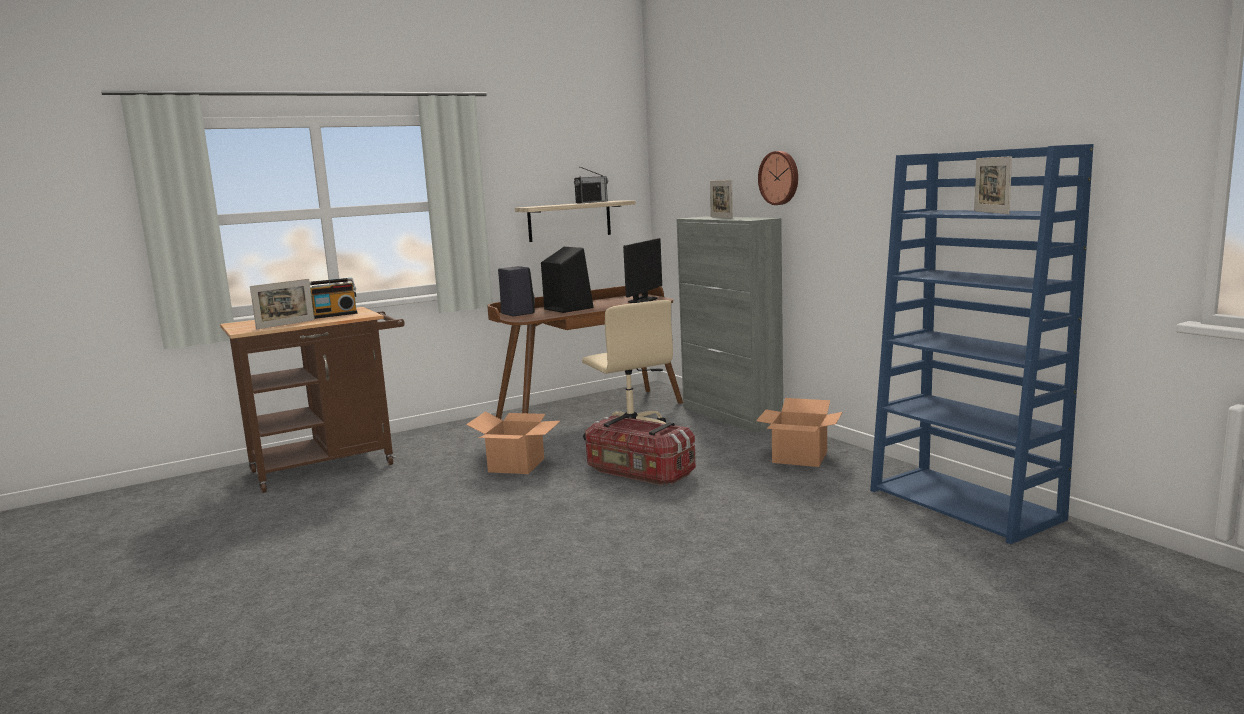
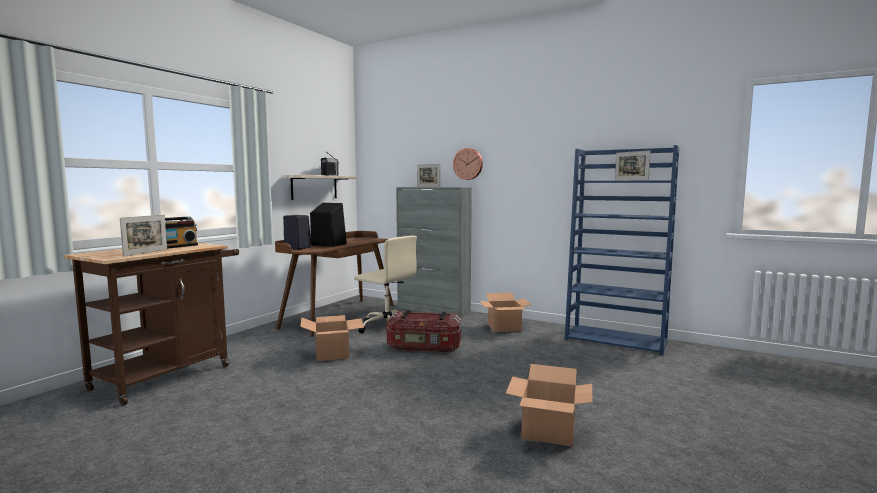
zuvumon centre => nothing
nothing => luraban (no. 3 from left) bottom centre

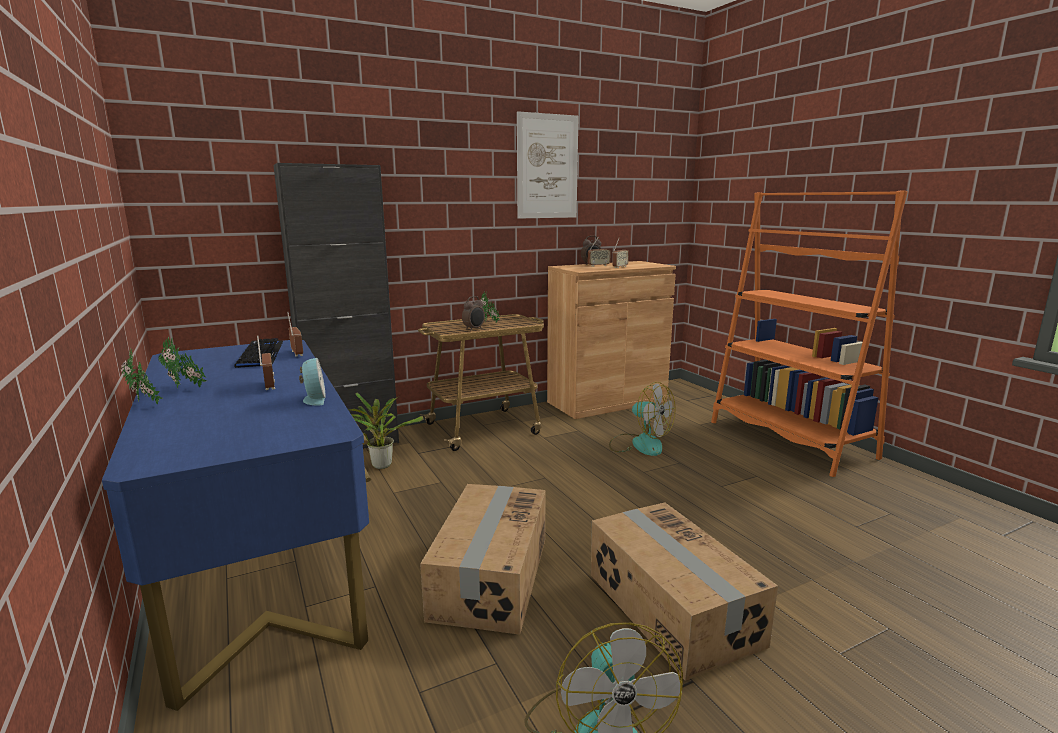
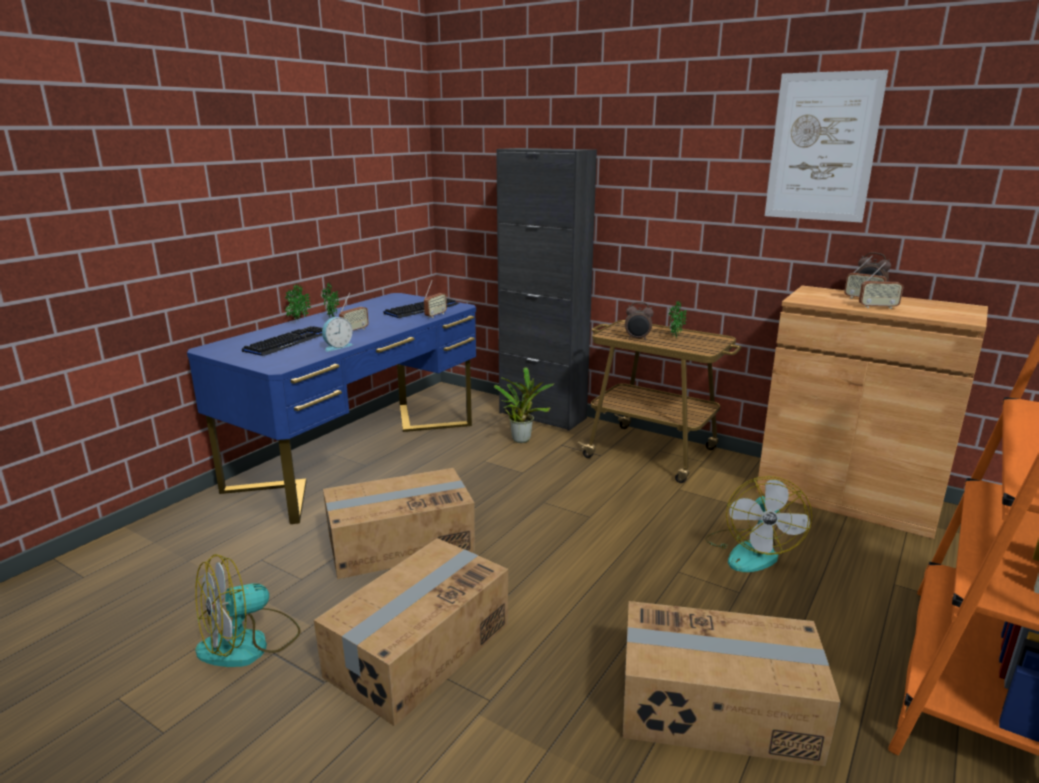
nothing => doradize (no. 1 from left) middle left
nothing => luraban (no. 3 from left) bottom right

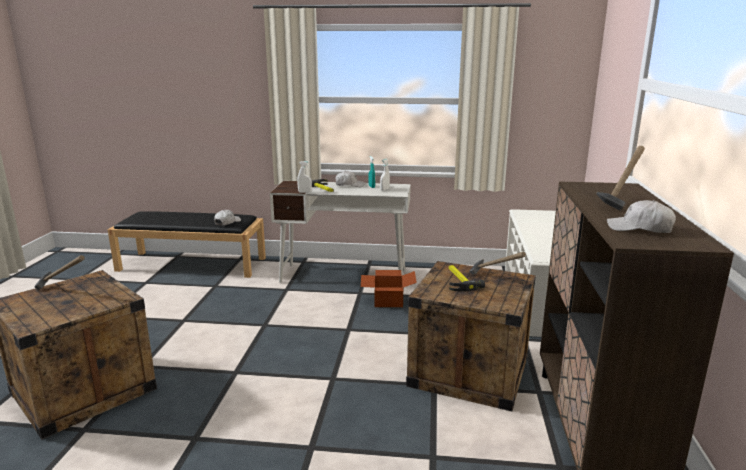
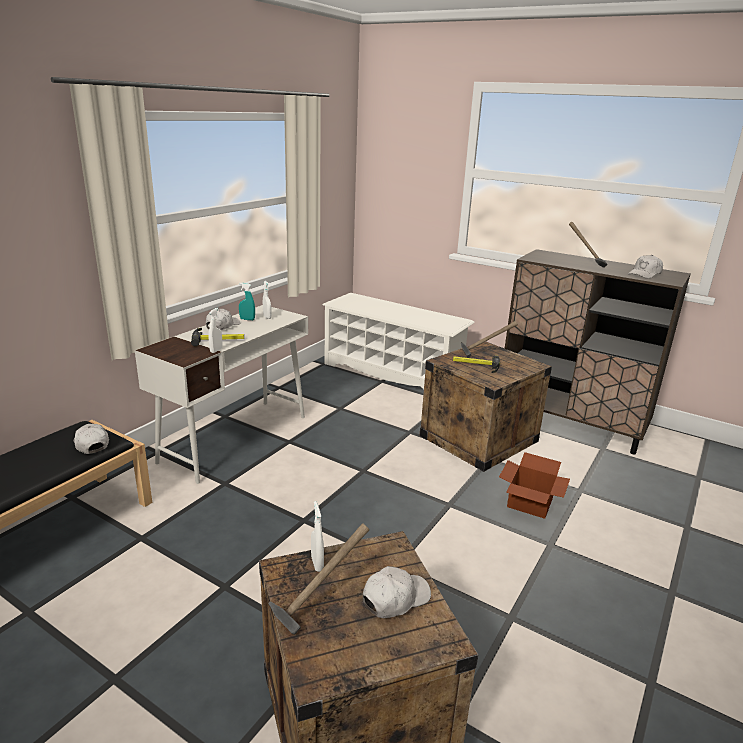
luraban centre => luraban middle right, relocated
nothing => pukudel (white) (no. 3 from left) bottom centre
nothing => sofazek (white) (no. 3 from left) bottom centre

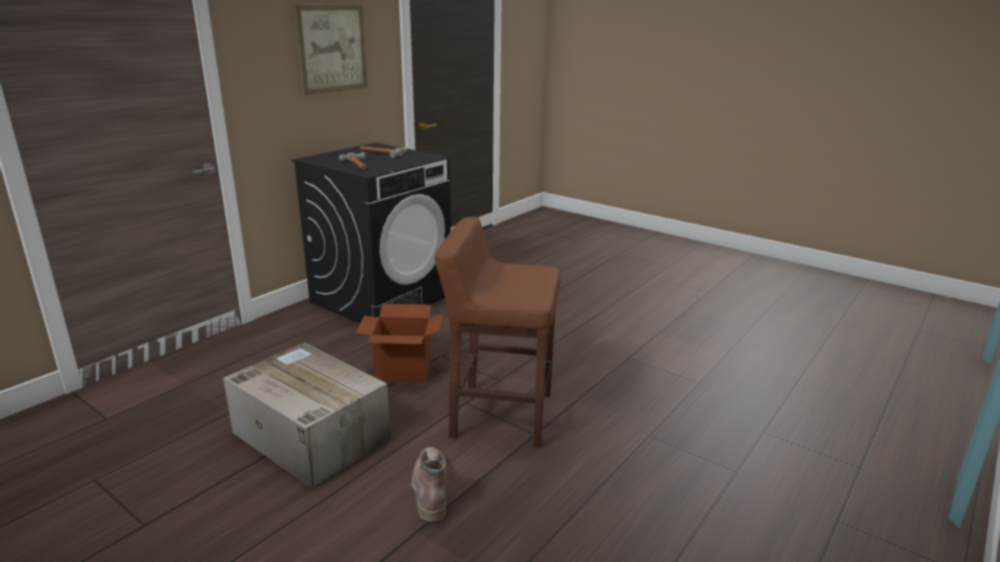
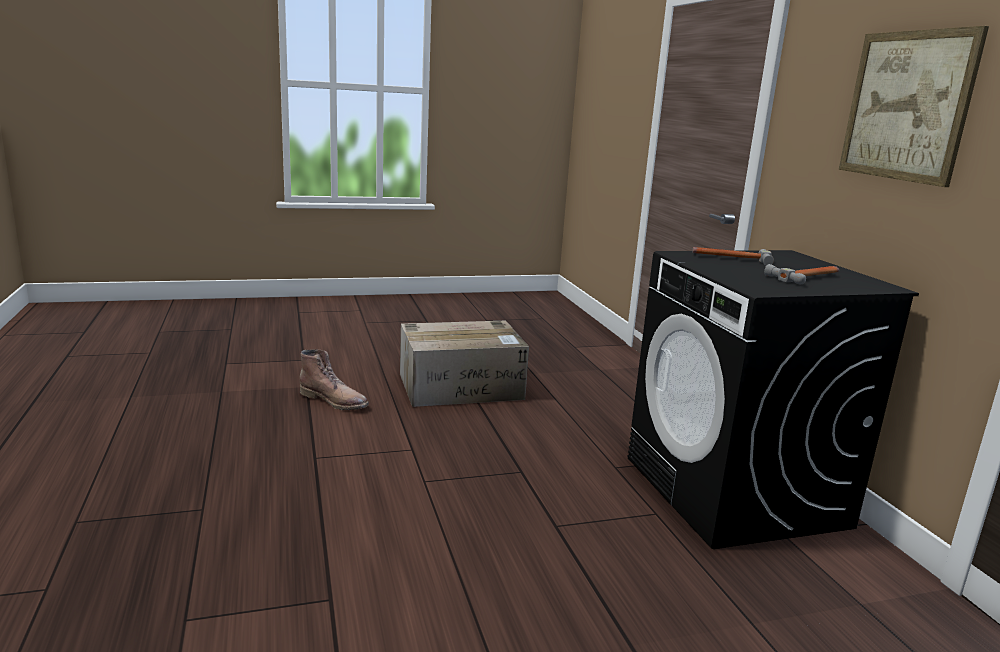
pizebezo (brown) centre => nothing
luraban (no. 2 from left) centre => nothing

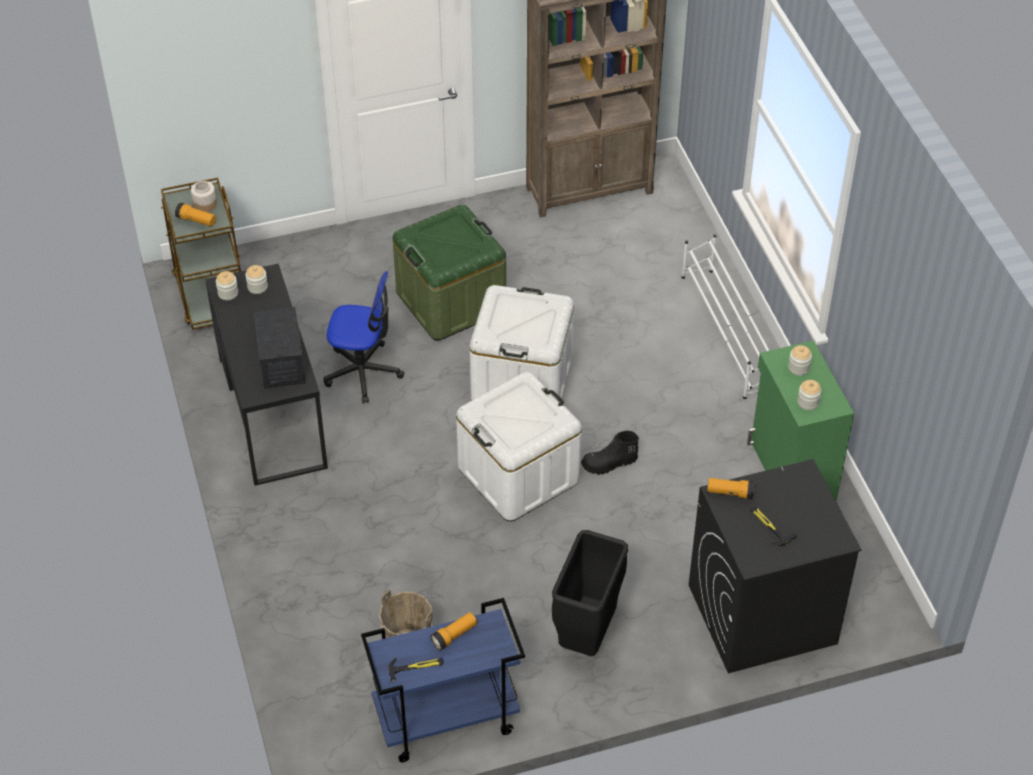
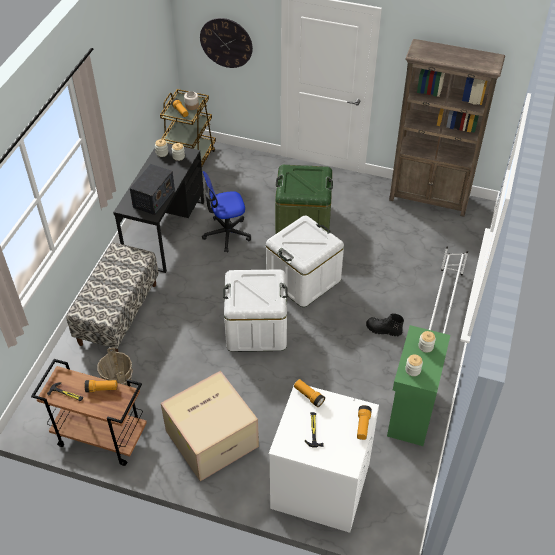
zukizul centre, 120 degrees clockwise
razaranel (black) centre => razaranel (black) middle right, relocated
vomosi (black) bottom right => vomosi (white) bottom centre
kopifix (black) bottom centre => luraban bottom centre
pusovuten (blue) bottom centre => pusovuten (brown) (no. 1 from left) bottom left
nothing => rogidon top centre
nothing => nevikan middle left
nothing => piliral (no. 4 from left) bottom centre

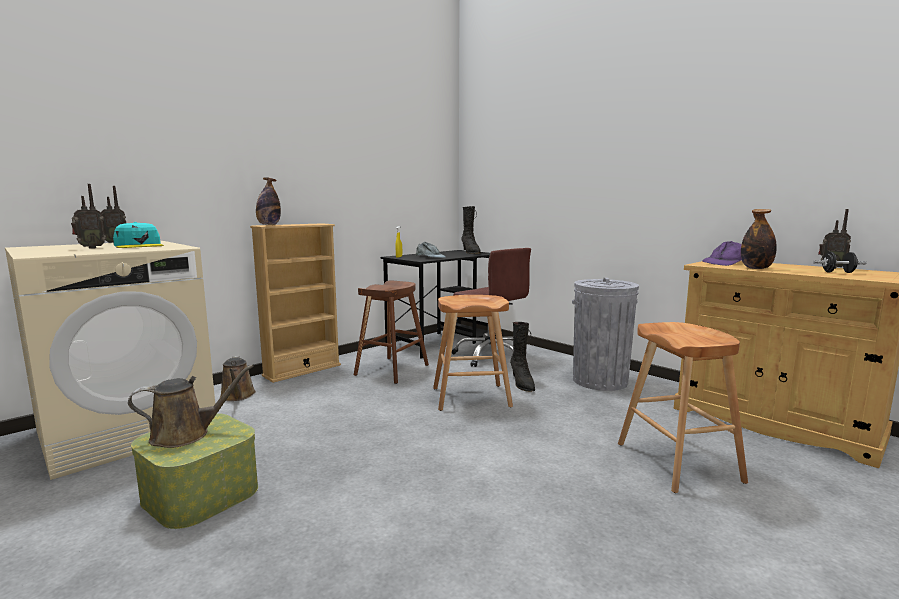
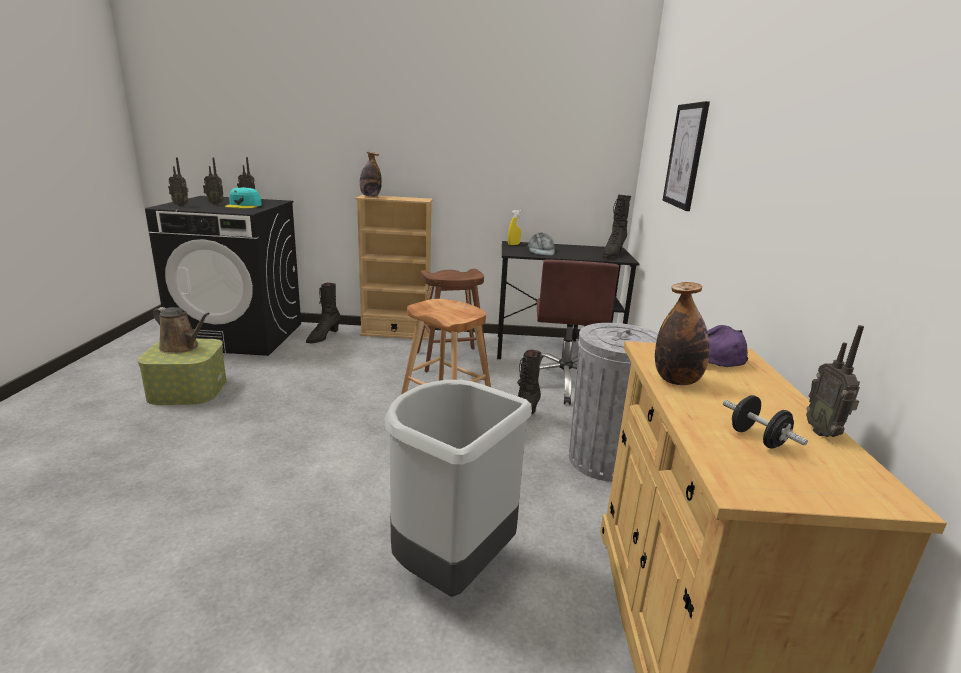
vomosi (beige) middle left => vomosi (black) middle left
pizebezo (brown) (no. 3 from left) bottom right => kopifix (grey) (no. 1 from left) bottom centre
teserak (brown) (no. 2 from left) middle left => razaranel (black) (no. 1 from left) centre
nothing => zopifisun top right
nothing => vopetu (no. 1 from left) top left

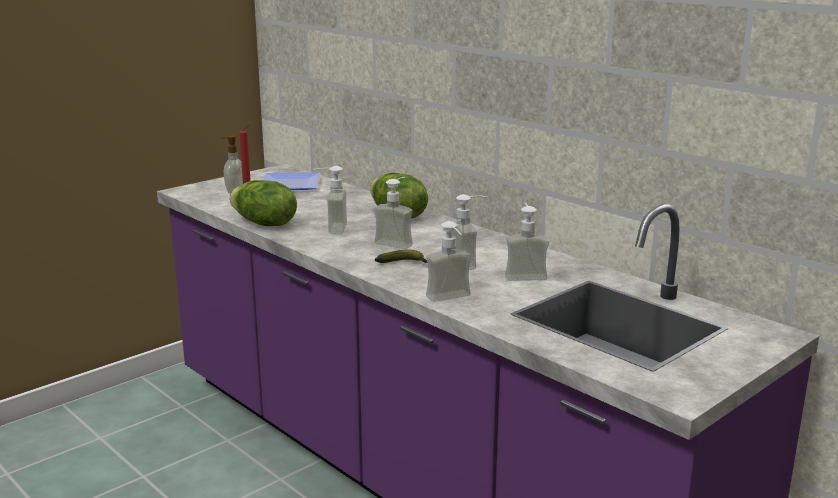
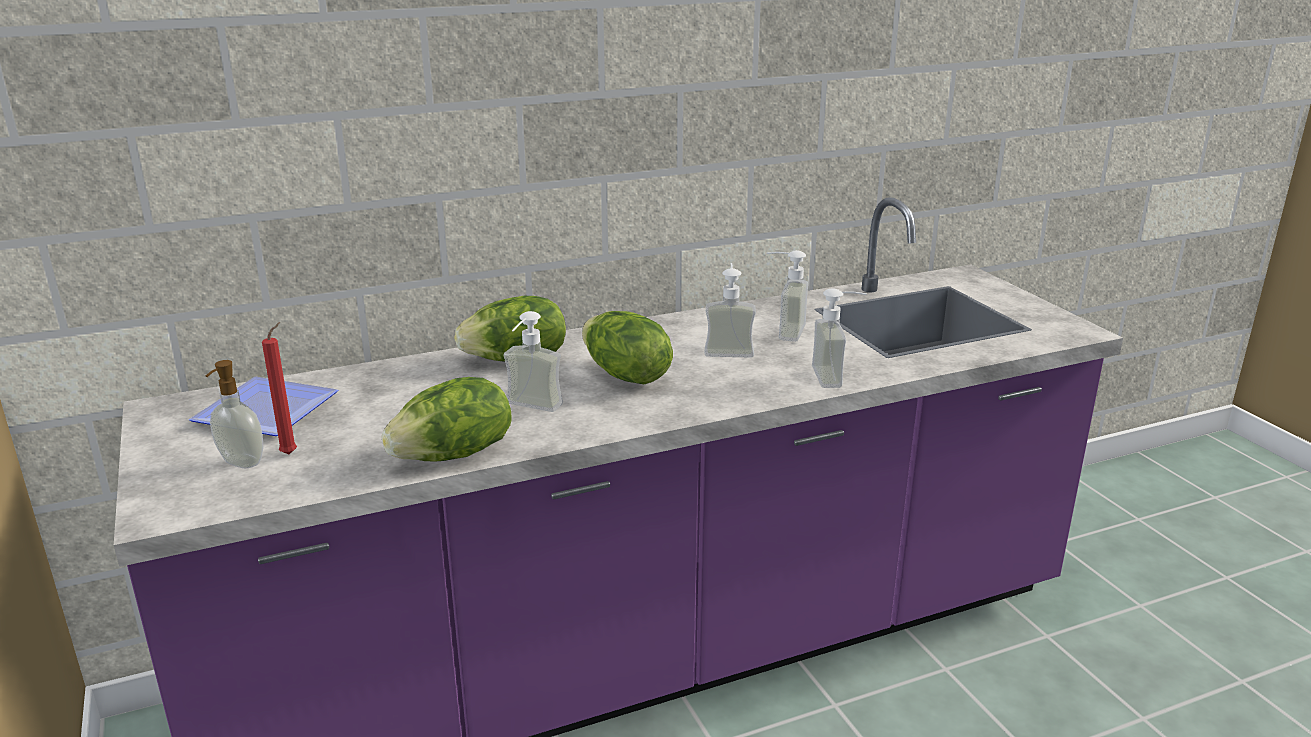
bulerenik (no. 3 from left) centre => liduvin (no. 3 from left) centre
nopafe centre => nothing

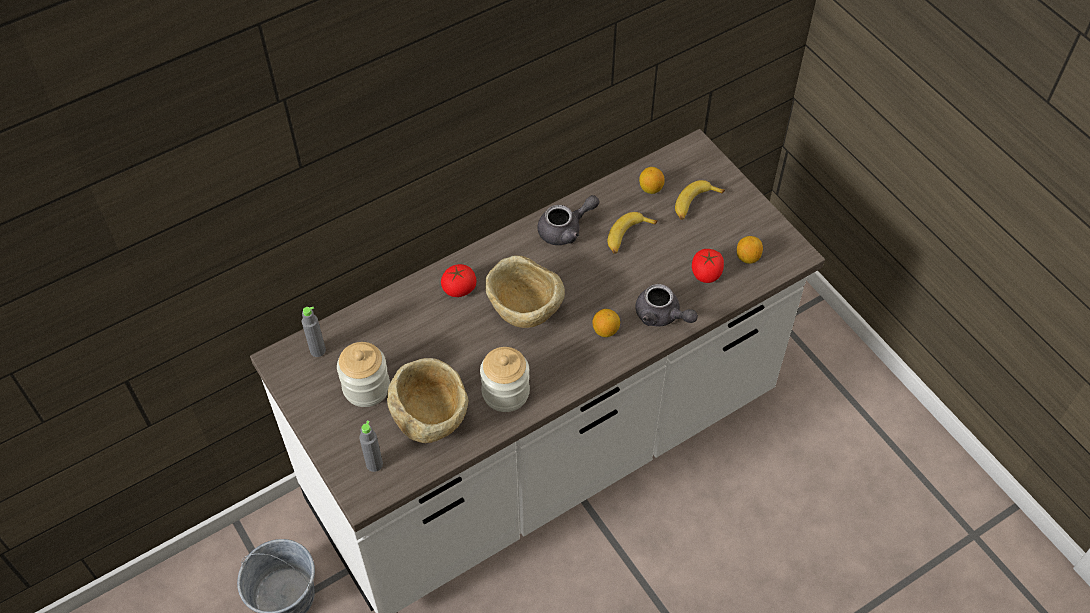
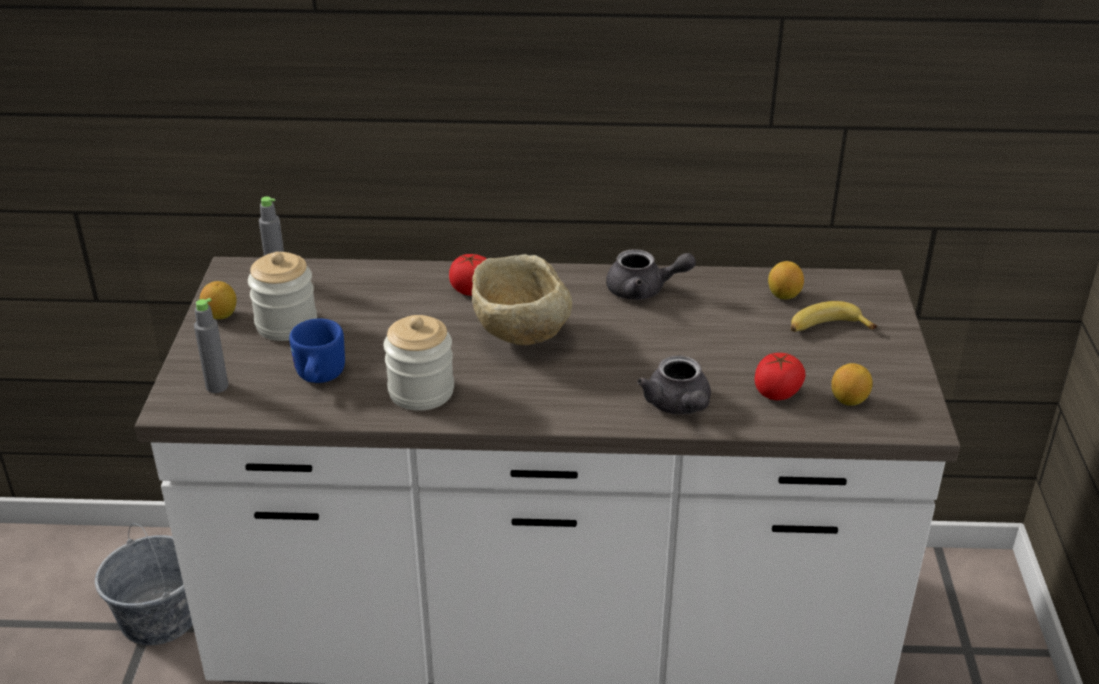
nopafe (no. 1 from left) centre => nothing
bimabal (no. 1 from left) centre => bimabal (no. 1 from left) middle left, relocated
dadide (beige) (no. 1 from left) centre => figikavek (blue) middle left

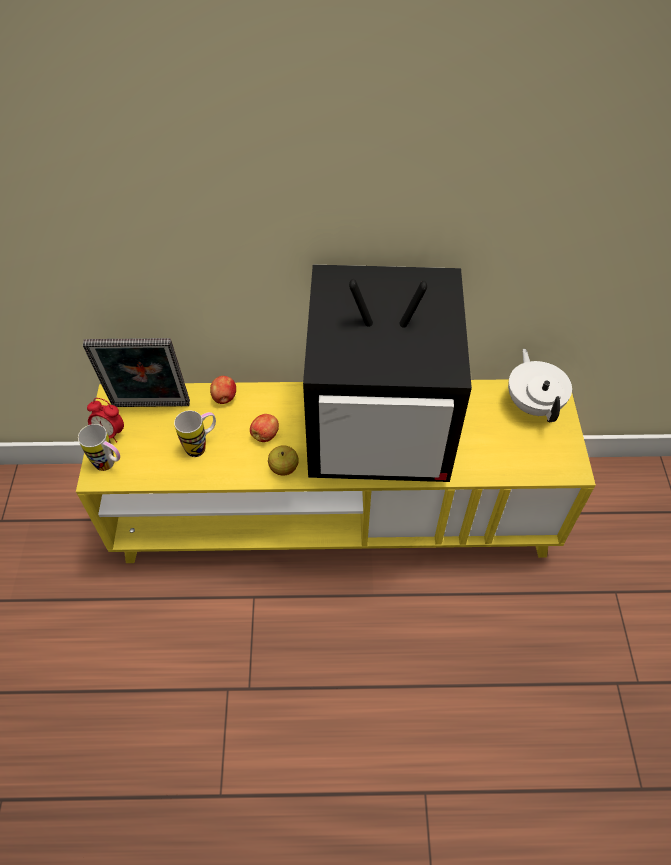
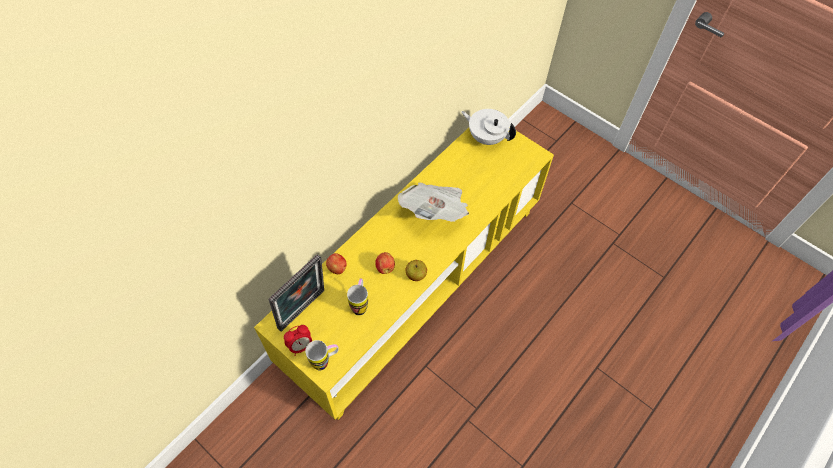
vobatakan centre => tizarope centre

